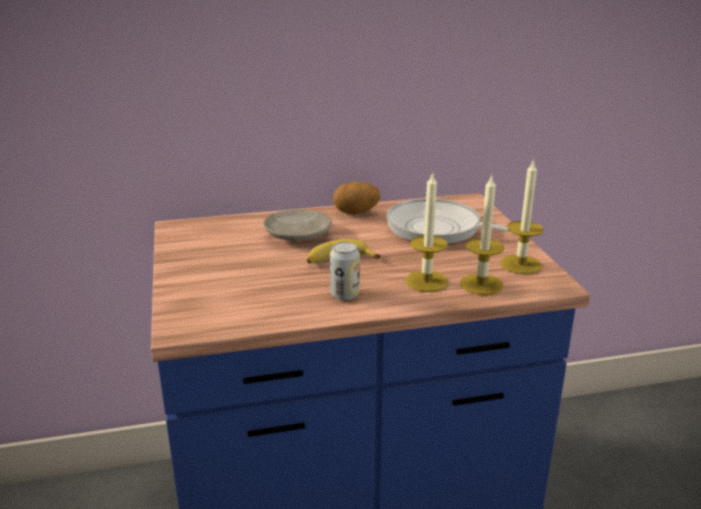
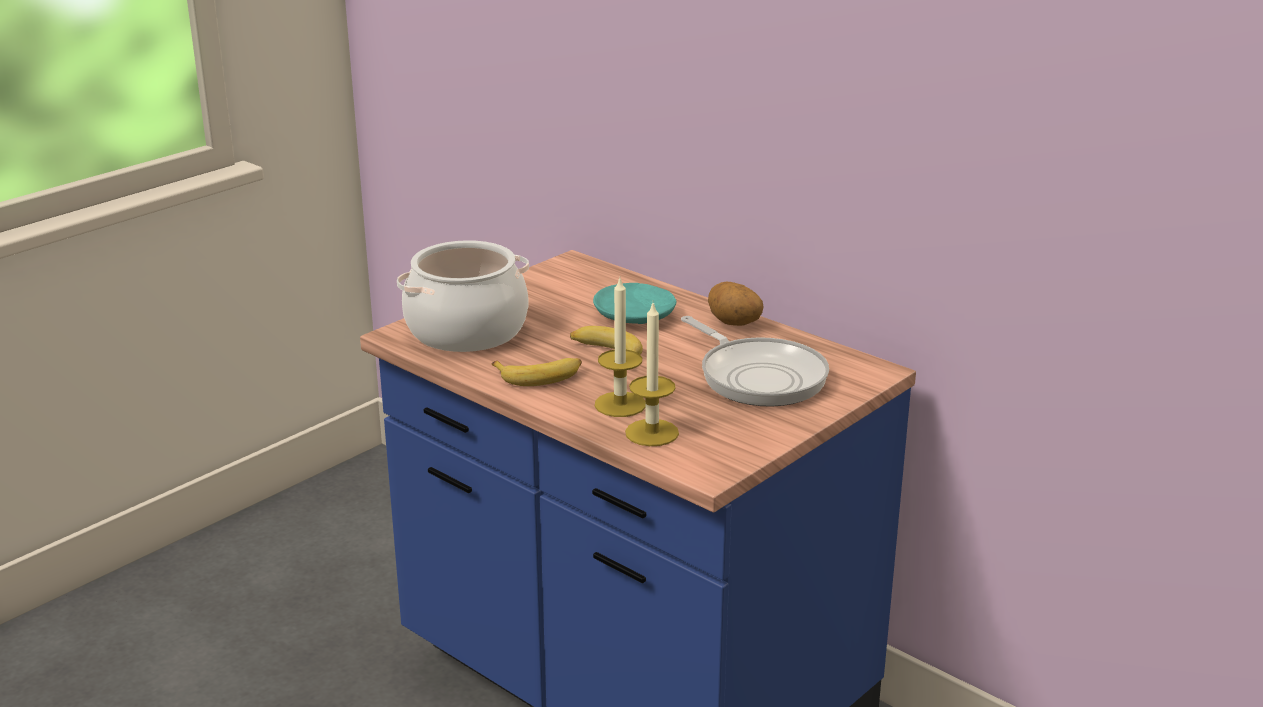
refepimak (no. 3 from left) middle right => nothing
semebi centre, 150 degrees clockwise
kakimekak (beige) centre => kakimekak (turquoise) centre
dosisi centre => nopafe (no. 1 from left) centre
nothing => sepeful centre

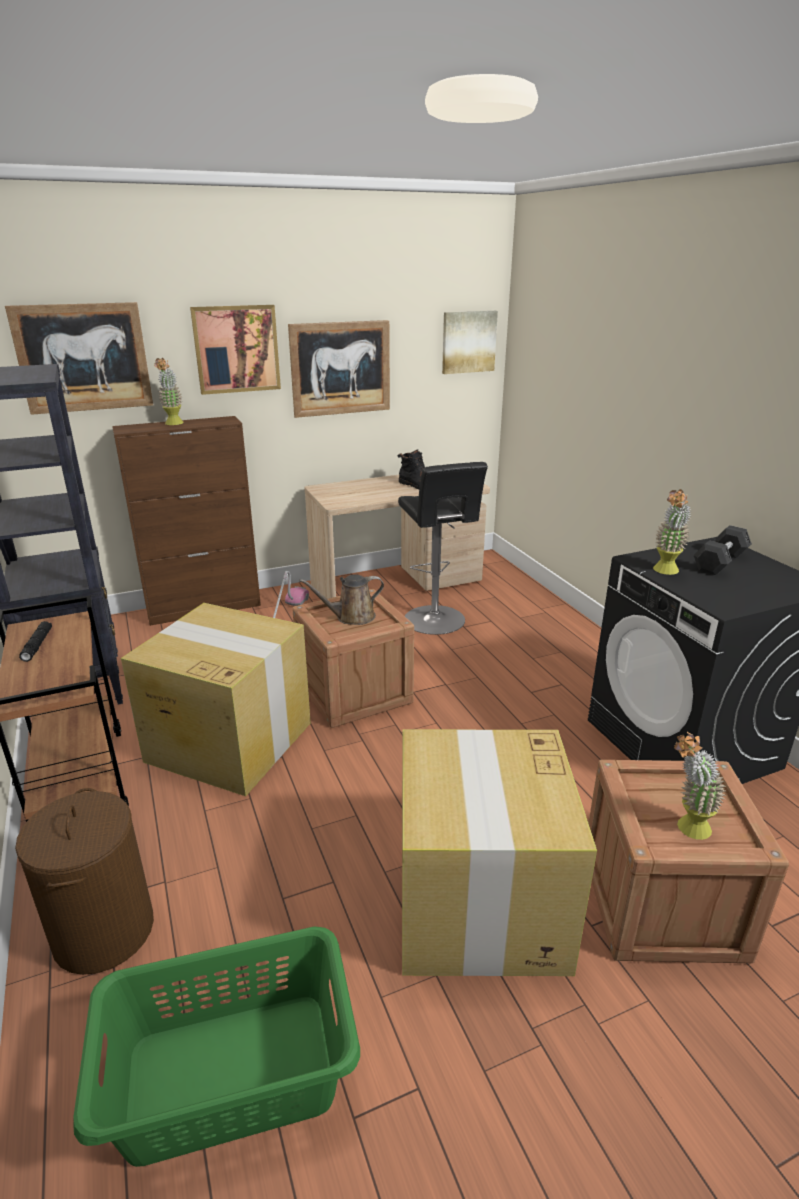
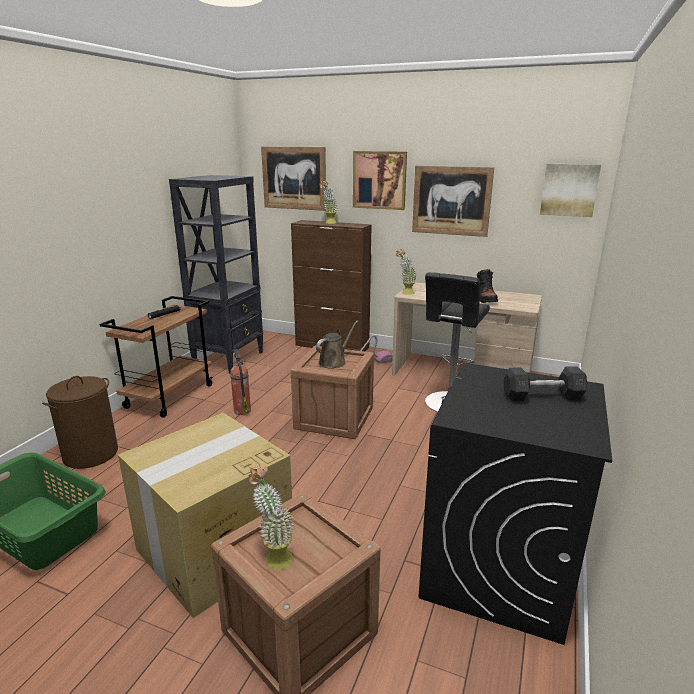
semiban (no. 2 from left in the first image) middle right => semiban (no. 3 from left) centre, relocated
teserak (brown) centre, 105 degrees clockwise
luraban (no. 1 from left) middle left => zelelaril centre

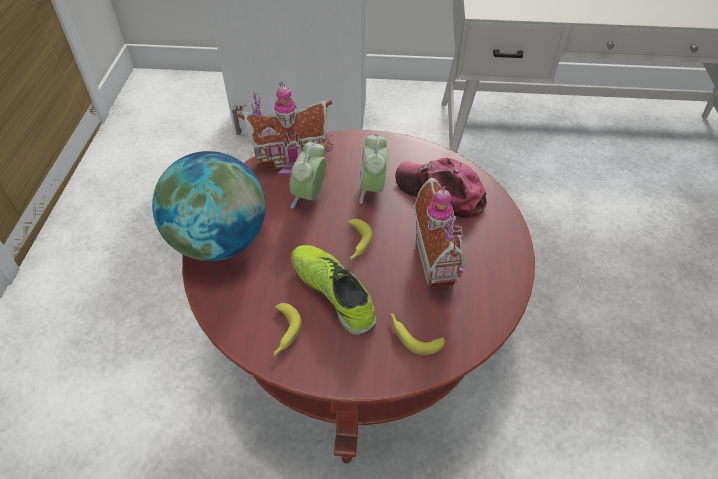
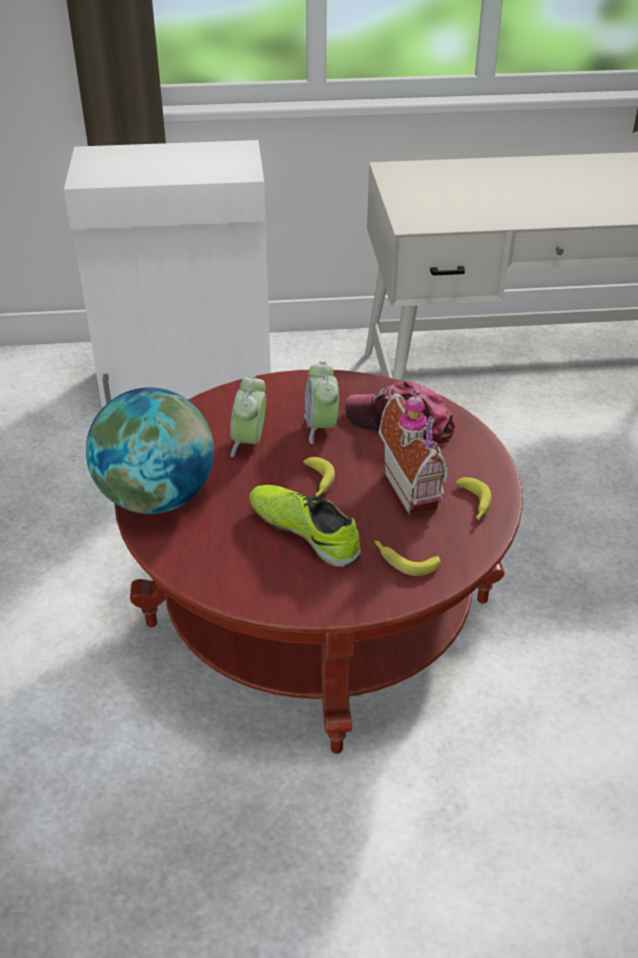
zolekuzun (no. 1 from left) top centre => nothing
nopafe (no. 1 from left in the first image) bottom centre => nopafe (no. 3 from left) middle right, relocated

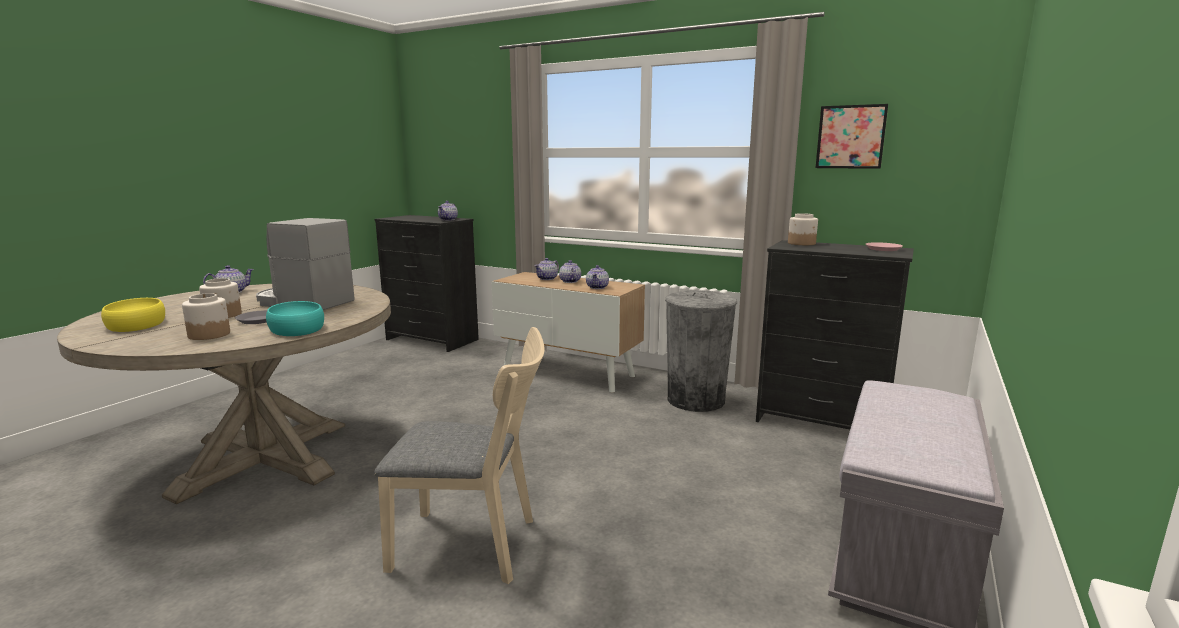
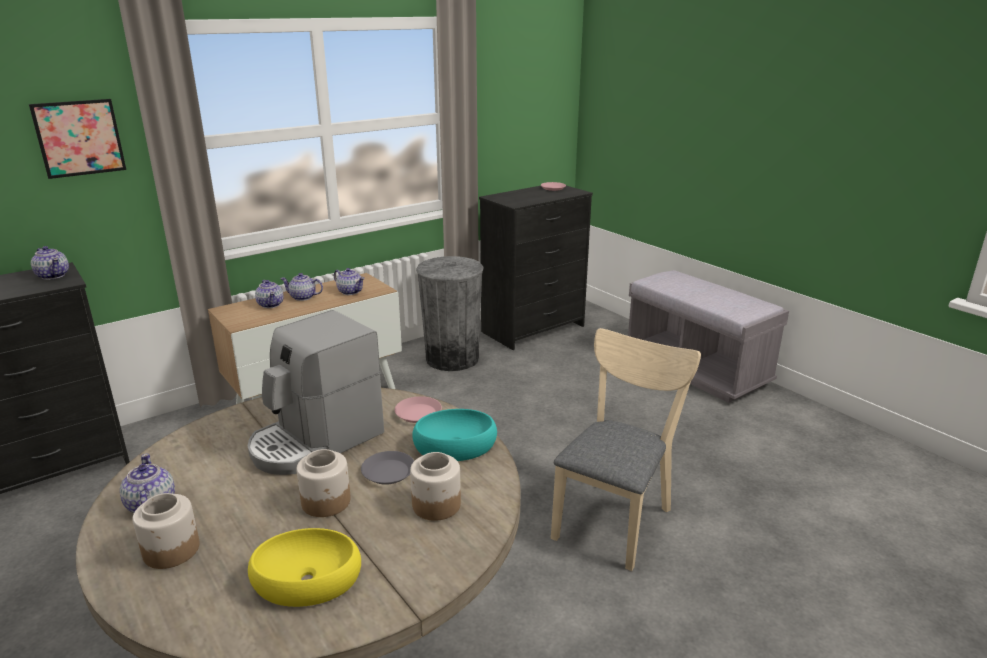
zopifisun top right => zopifisun top left, relocated
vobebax (no. 3 from left in the first image) middle right => vobebax (no. 1 from left) bottom left, relocated
nothing => kakimekak (pink) (no. 1 from left) centre

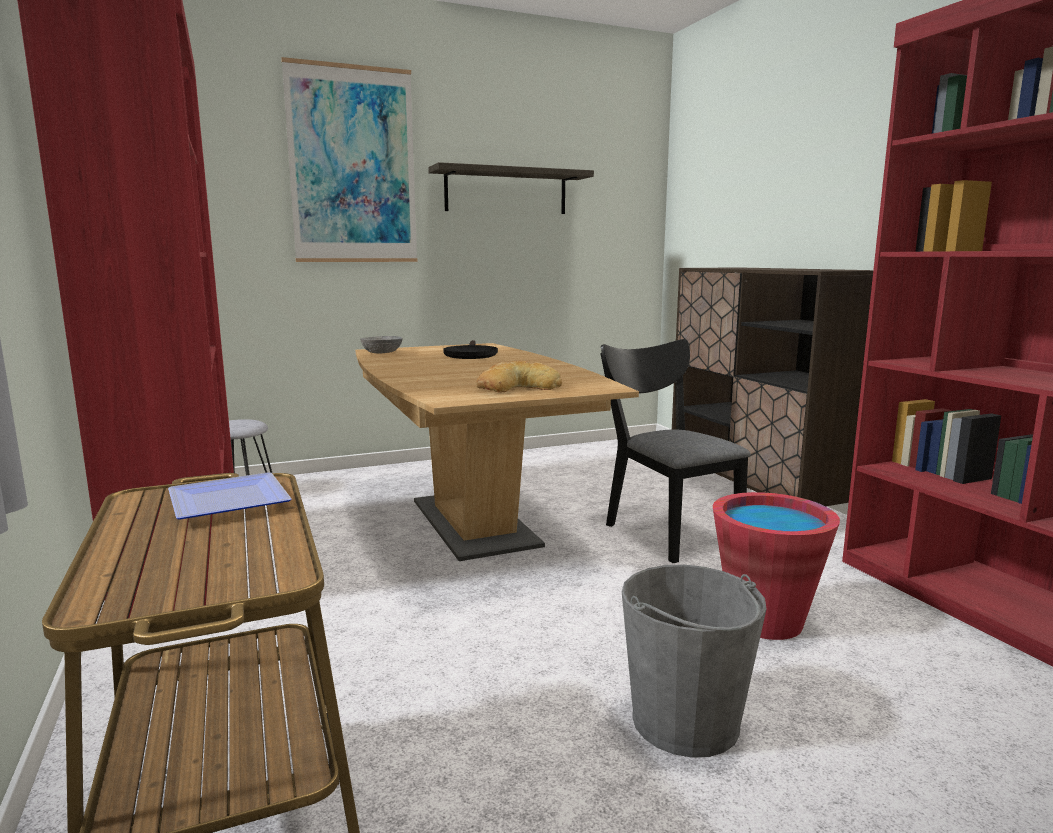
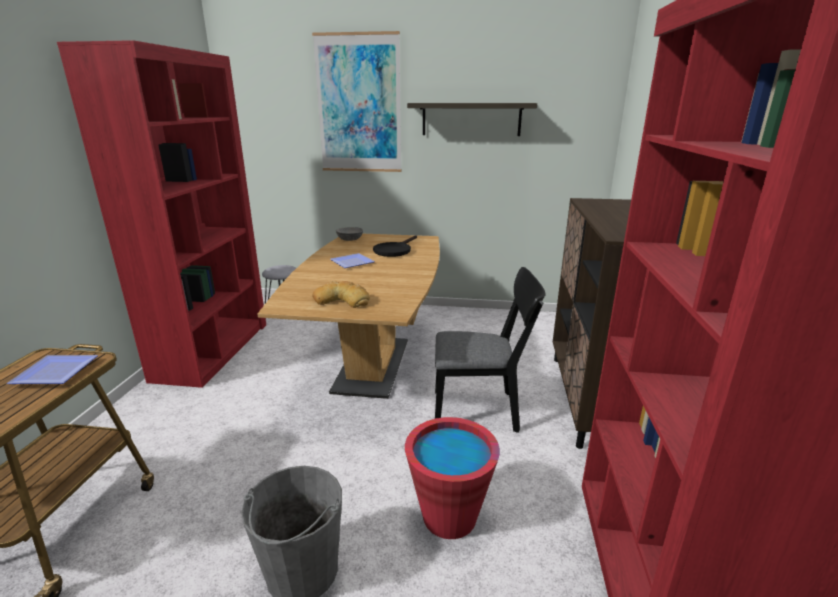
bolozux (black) centre, 90 degrees clockwise
nothing => kakimekak (no. 2 from left) centre

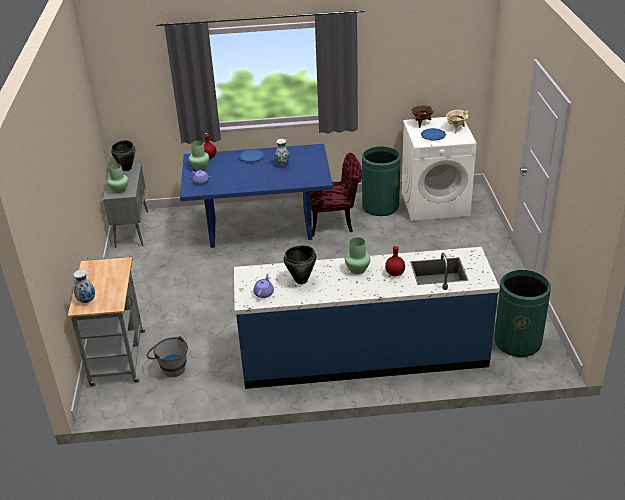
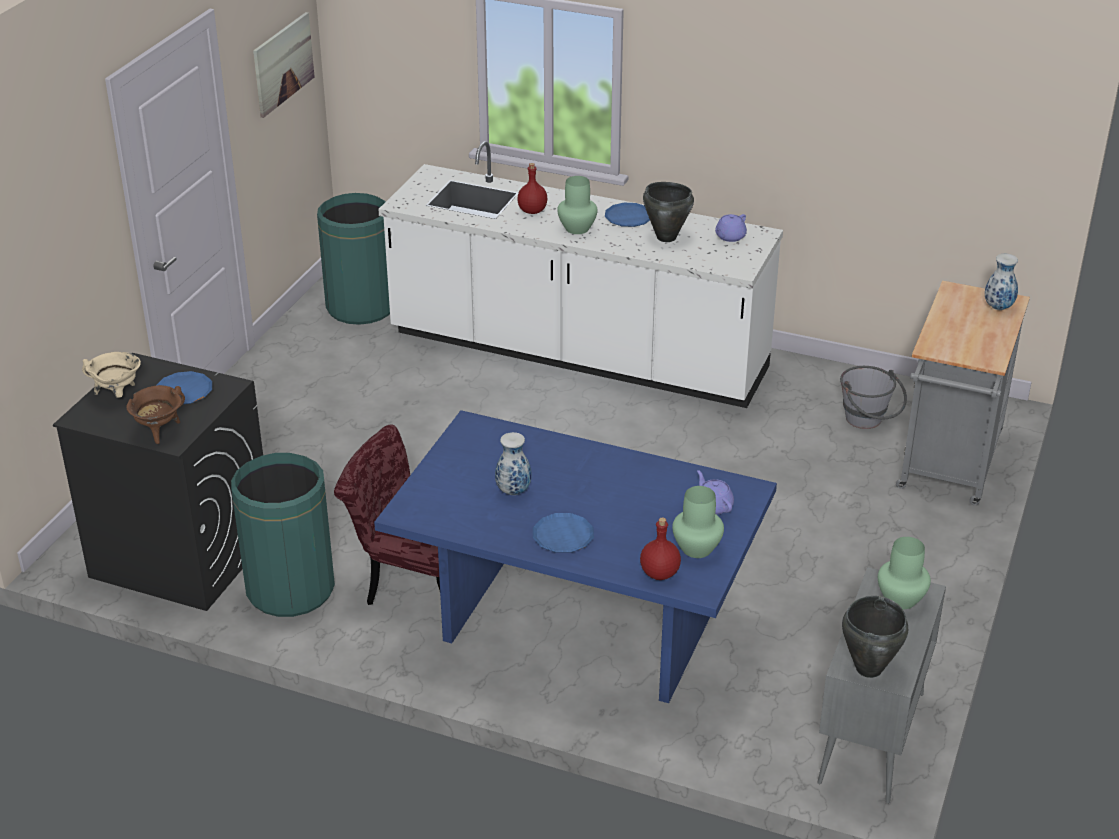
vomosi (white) middle right => vomosi (black) middle left
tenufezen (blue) centre => tenufezen (white) top centre
nothing => zopifisun top left
nothing => kakimekak (blue) (no. 3 from left) top centre

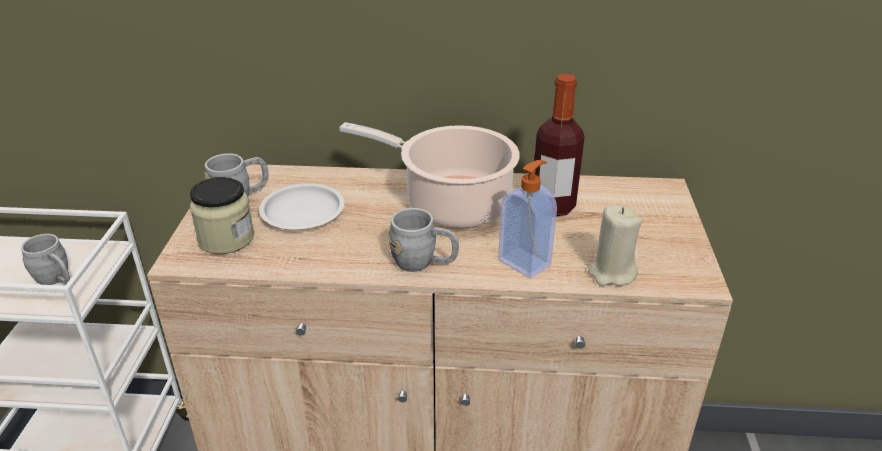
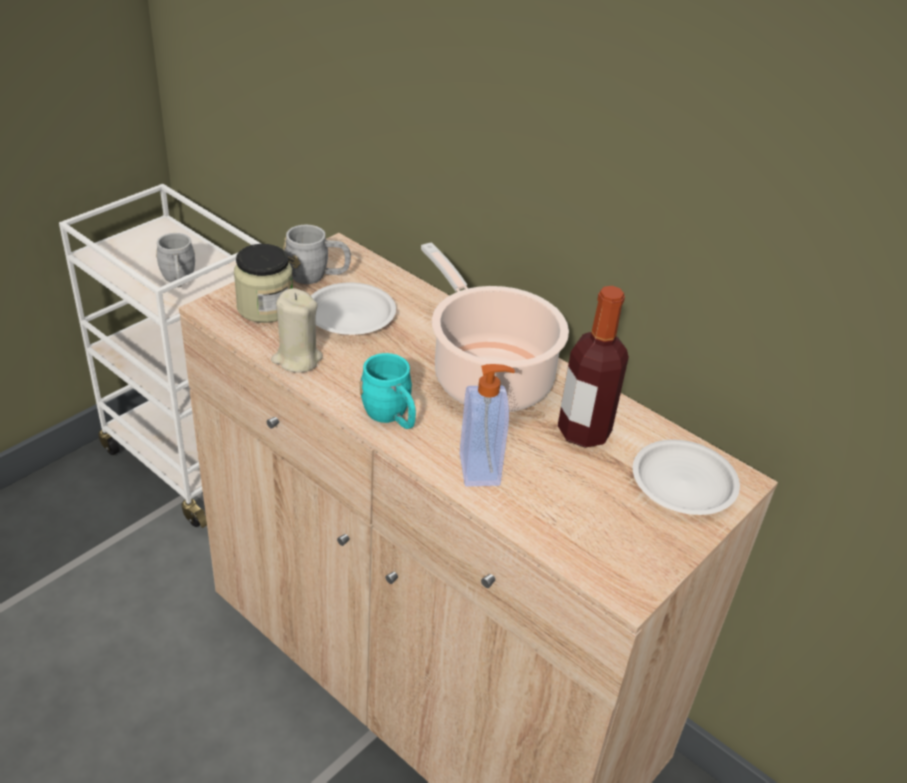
refepimak (beige) middle right => refepimak (beige) middle left, relocated
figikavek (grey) (no. 3 from left) centre => figikavek (turquoise) centre
nothing => kakimekak (white) (no. 2 from left) middle right

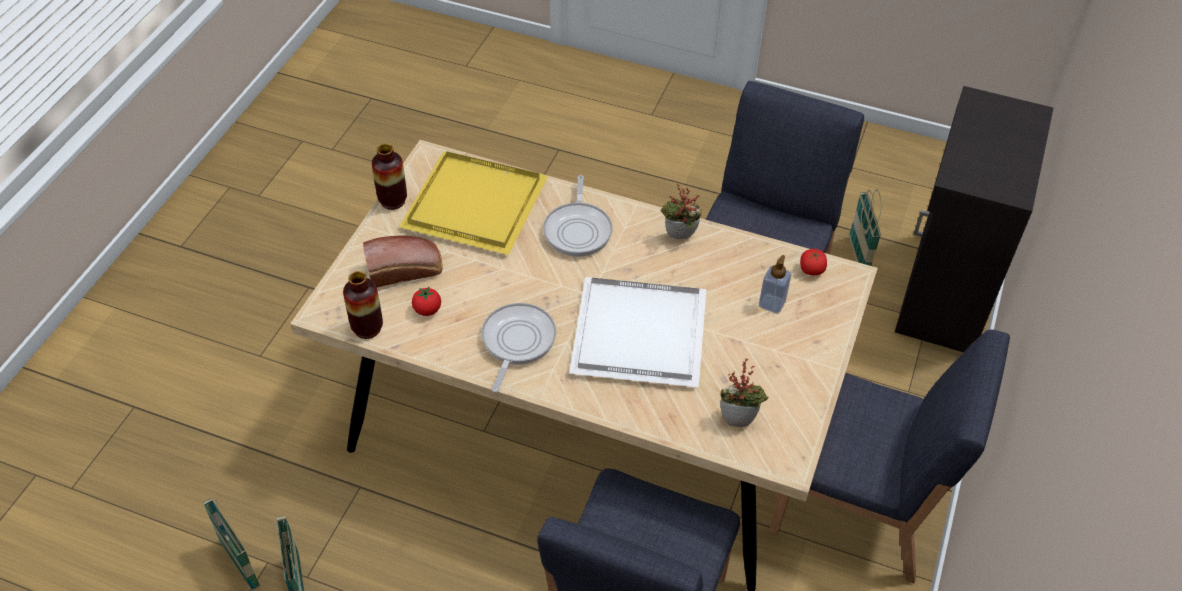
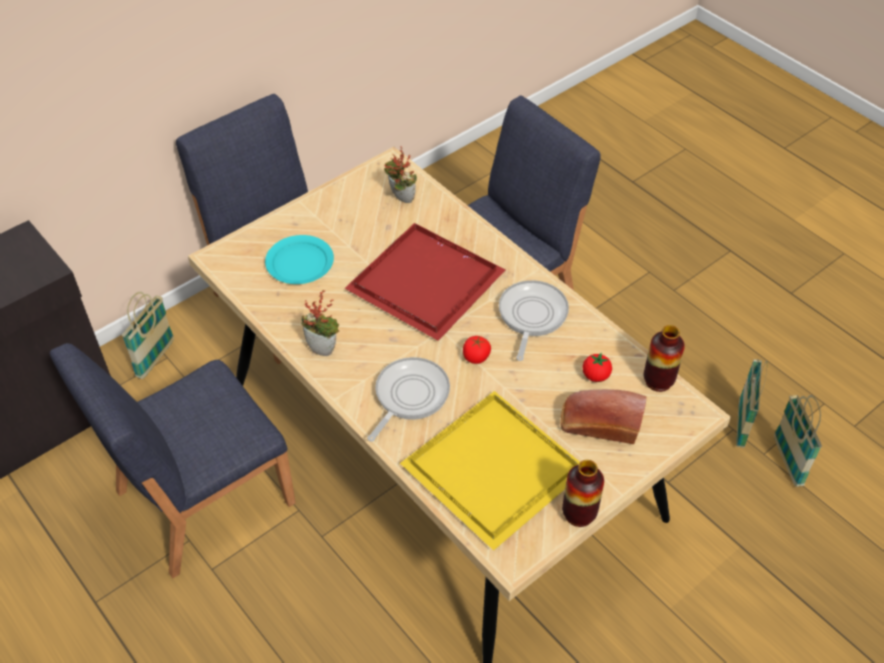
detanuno (no. 3 from left in the first image) middle right => detanuno (no. 1 from left) middle left, relocated
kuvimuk (no. 2 from left in the first image) middle right => kuvimuk (no. 1 from left) centre, relocated
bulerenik centre => kakimekak (turquoise) centre
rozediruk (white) centre => rozediruk (red) centre
semebi (no. 1 from left in the first image) centre => semebi (no. 2 from left) centre, 150 degrees clockwise

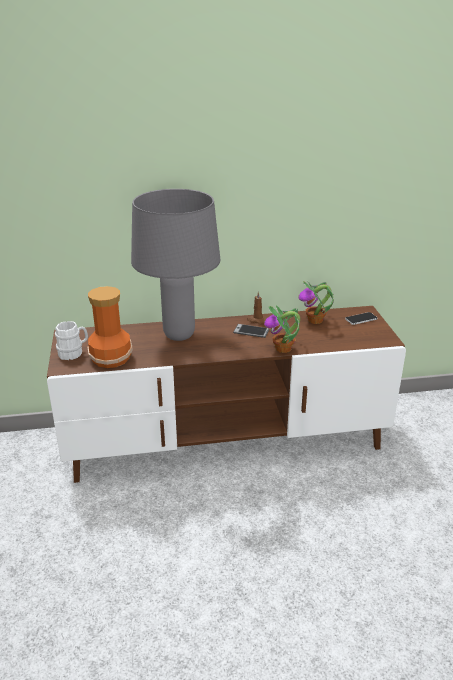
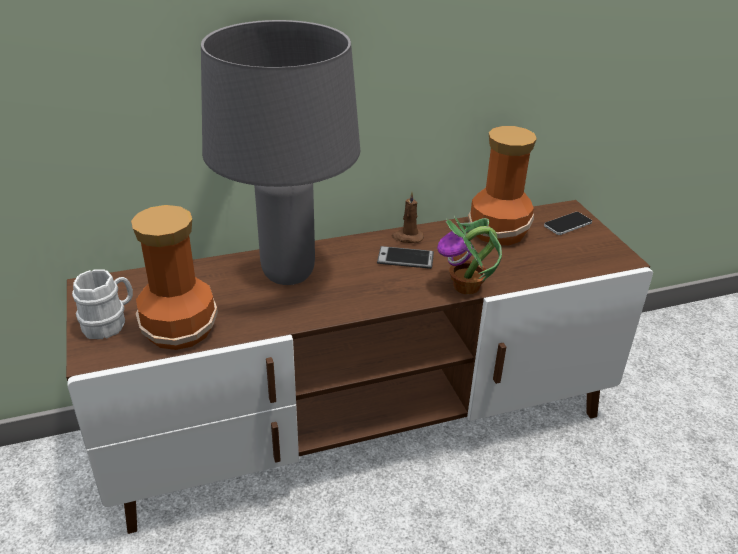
semiban (no. 2 from left) middle right => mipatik (no. 2 from left) middle right

